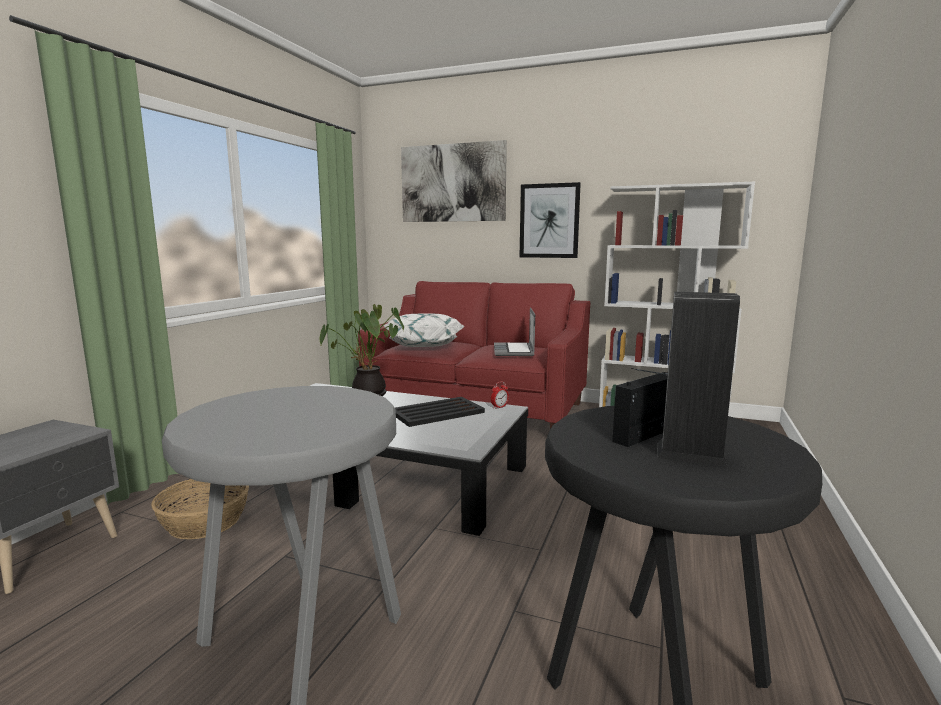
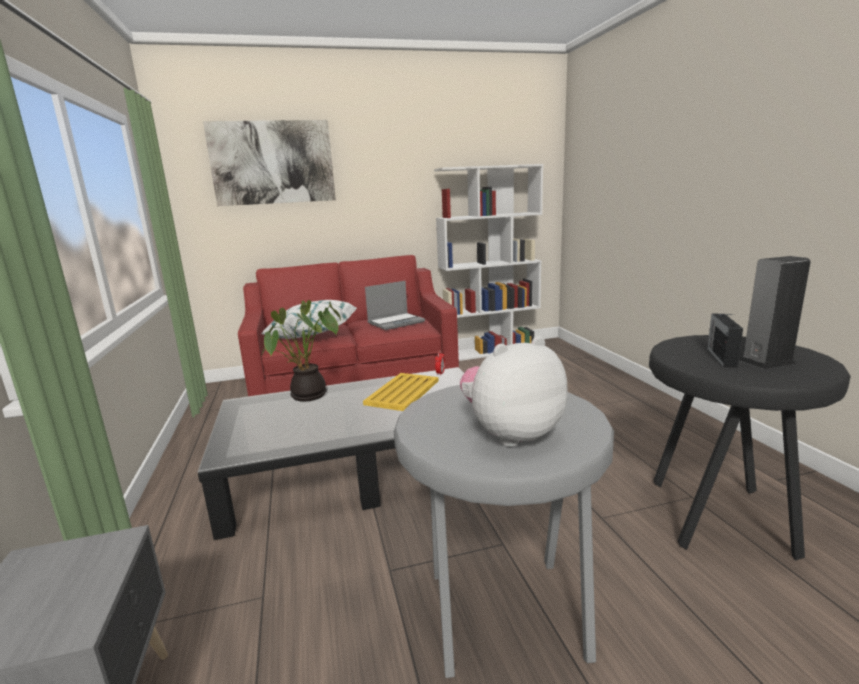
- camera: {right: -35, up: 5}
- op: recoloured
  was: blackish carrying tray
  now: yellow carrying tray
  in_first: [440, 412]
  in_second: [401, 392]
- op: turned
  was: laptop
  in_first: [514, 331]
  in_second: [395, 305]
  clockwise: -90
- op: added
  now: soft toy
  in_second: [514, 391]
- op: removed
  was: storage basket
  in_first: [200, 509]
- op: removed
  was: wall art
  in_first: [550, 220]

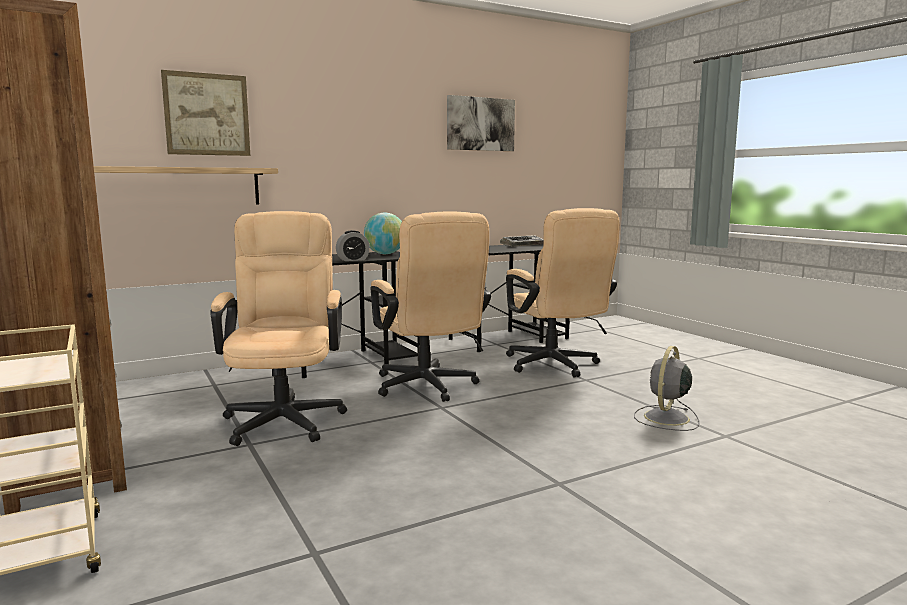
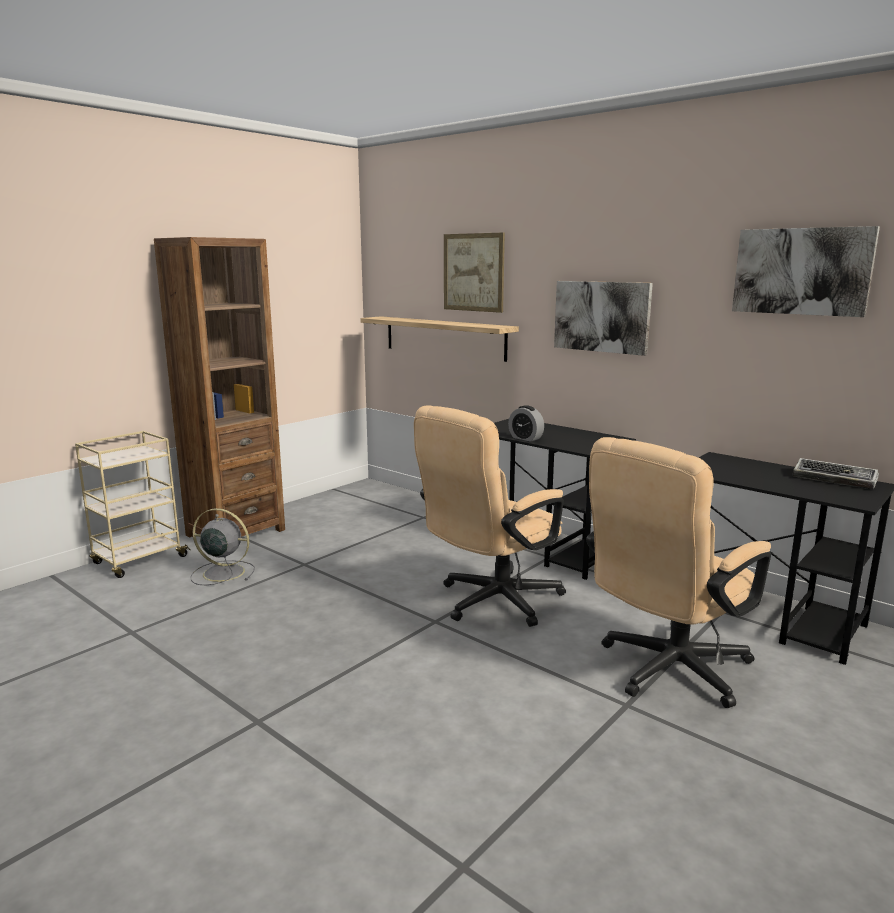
- camera: {right: 70, up: 5}
- op: moved
  was: grey fan
  in_first: [666, 388]
  in_second: [222, 546]
- op: added
  now: wall art
  in_second: [603, 318]
- op: removed
  was: sand-coloured computer chair
  in_first: [278, 328]
- op: removed
  was: desk globe
  in_first: [383, 233]

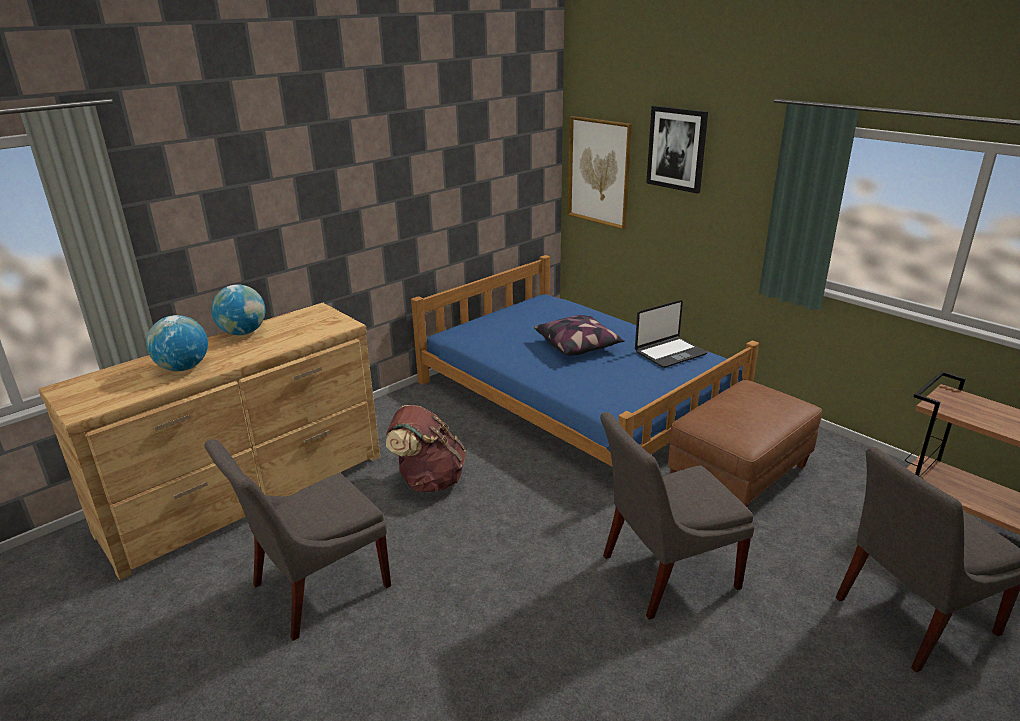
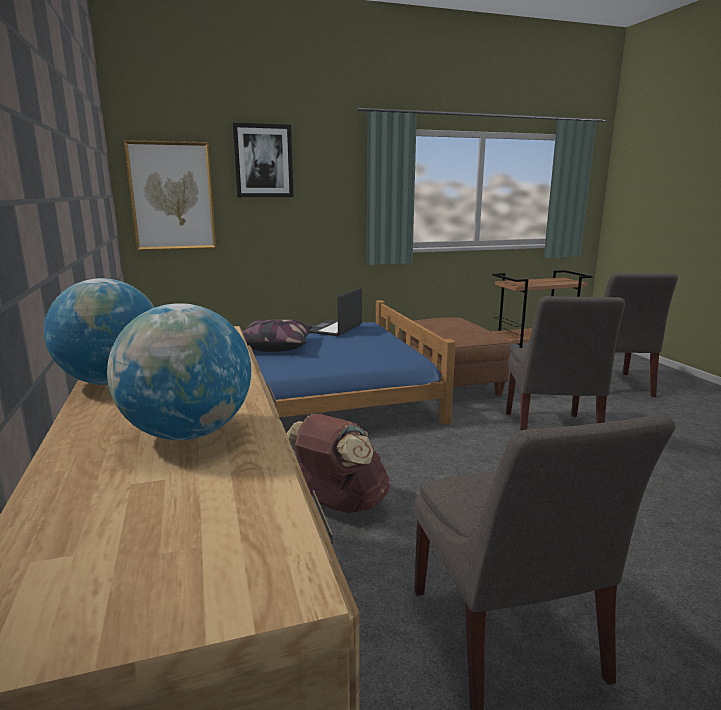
- camera: {right: -65, up: -10}
- op: turned
  was: laptop
  in_first: [671, 334]
  in_second: [335, 312]
  clockwise: -150

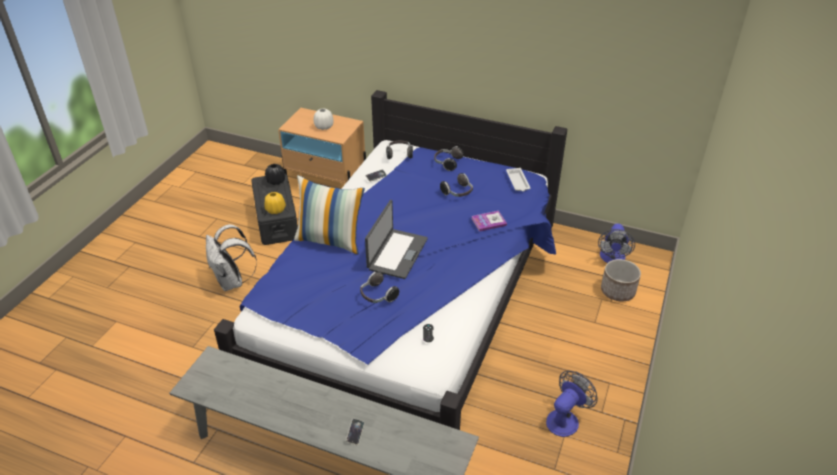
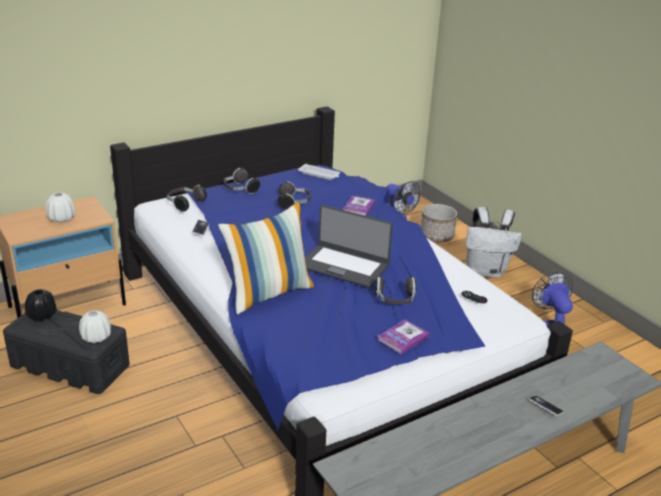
- camera: {right: -55, up: -10}
- op: recoloured
  was: yellow flower vase
  now: white-coloured flower vase
  in_first: [275, 203]
  in_second: [95, 326]
- op: turned
  was: laptop
  in_first: [396, 239]
  in_second: [349, 246]
  clockwise: 150
- op: added
  now: bound book
  in_second: [403, 337]
- op: moved
  was: white-coloured knapsack
  in_first: [231, 257]
  in_second: [494, 242]

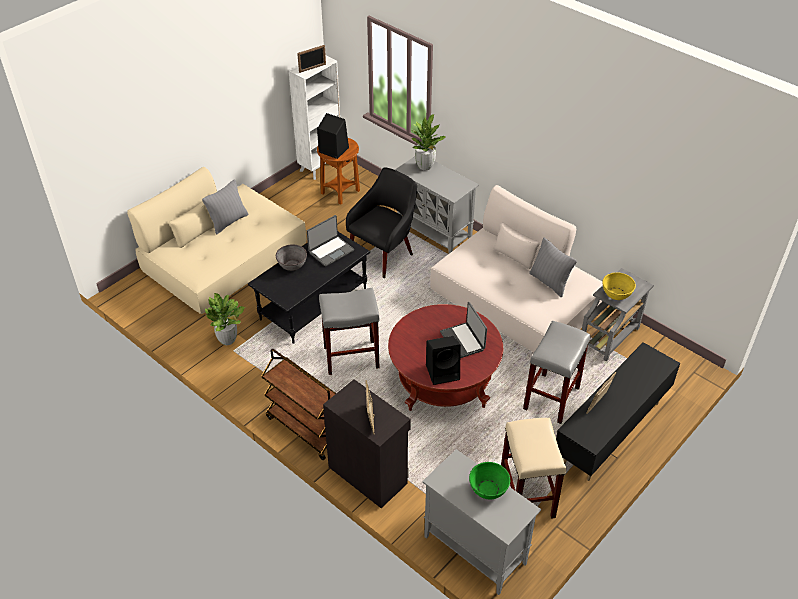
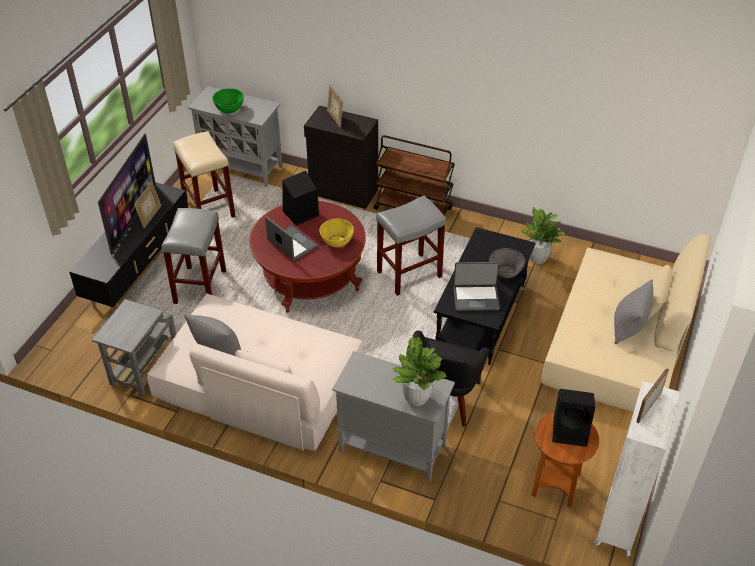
- camera: {right: 160, up: 0}
- op: added
  now: TV
  in_second: [127, 194]
- op: moved
  was: yellow bowl
  in_first: [619, 286]
  in_second: [336, 233]
- op: turned
  was: laptop
  in_first: [330, 241]
  in_second: [477, 286]
  clockwise: -120

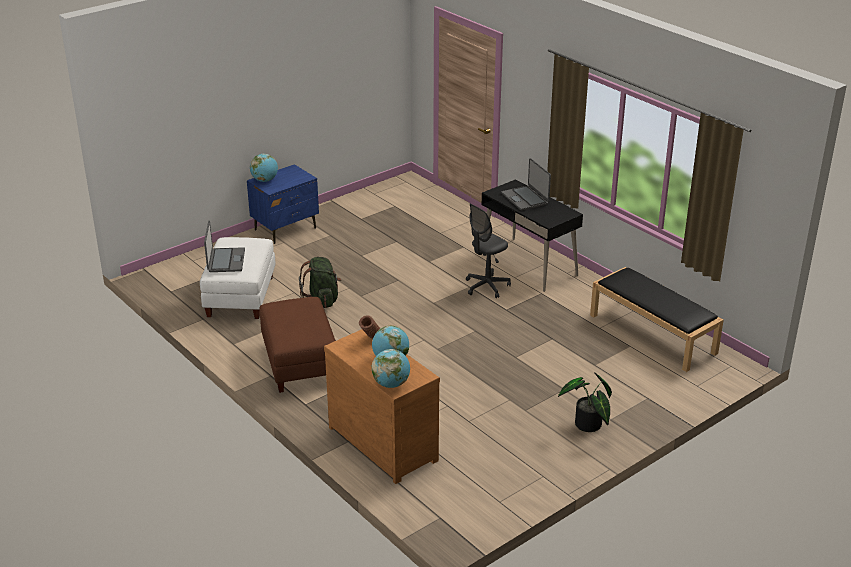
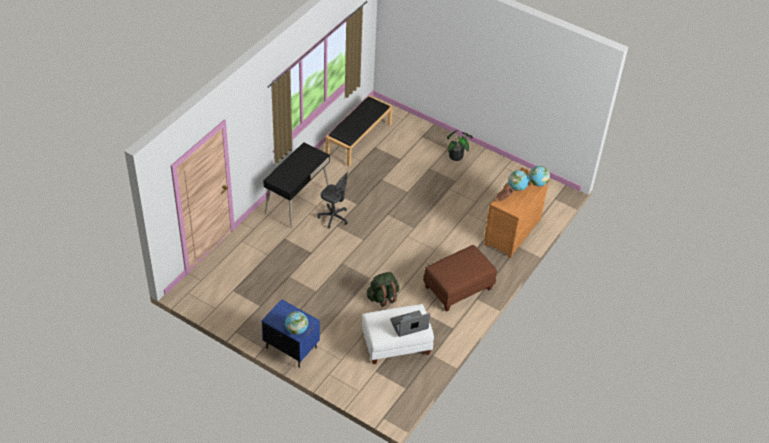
- camera: {right: -110, up: 15}
- op: removed
  was: laptop
  in_first: [526, 184]

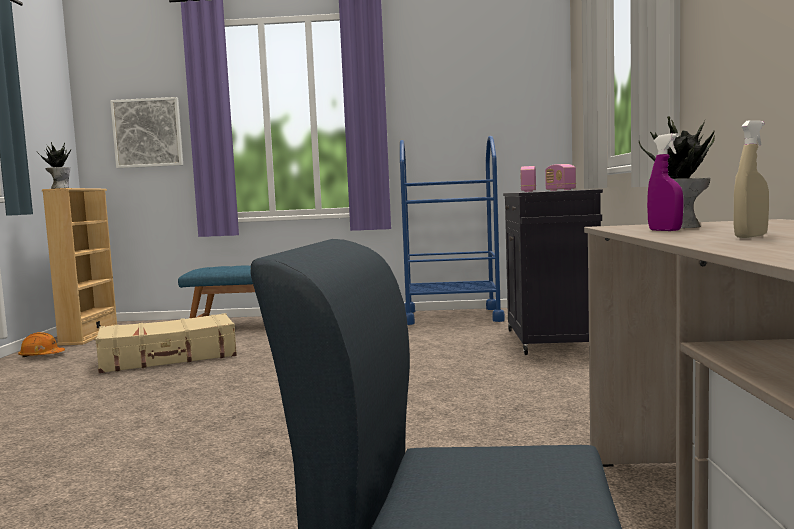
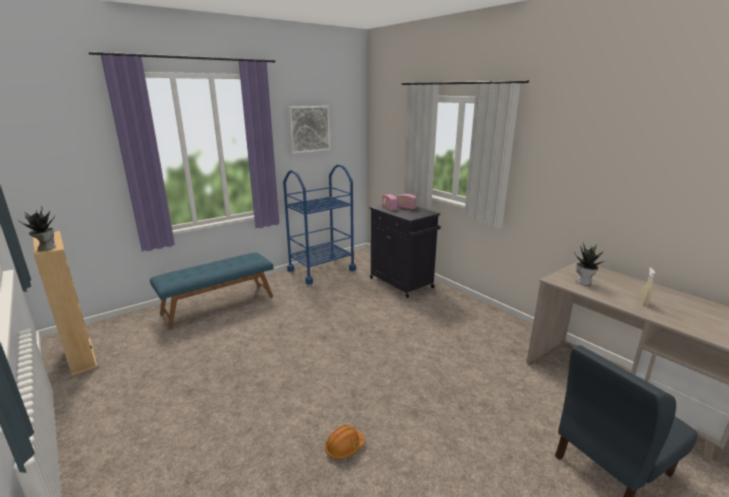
- camera: {right: -40, up: 15}
- op: moved
  was: wall art
  in_first: [146, 132]
  in_second: [309, 130]
- op: moved
  was: orangey safety helmet
  in_first: [41, 344]
  in_second: [345, 442]
- op: removed
  was: sand-coloured suitcase
  in_first: [166, 343]
- op: removed
  was: purplish hand sprayer
  in_first: [665, 182]

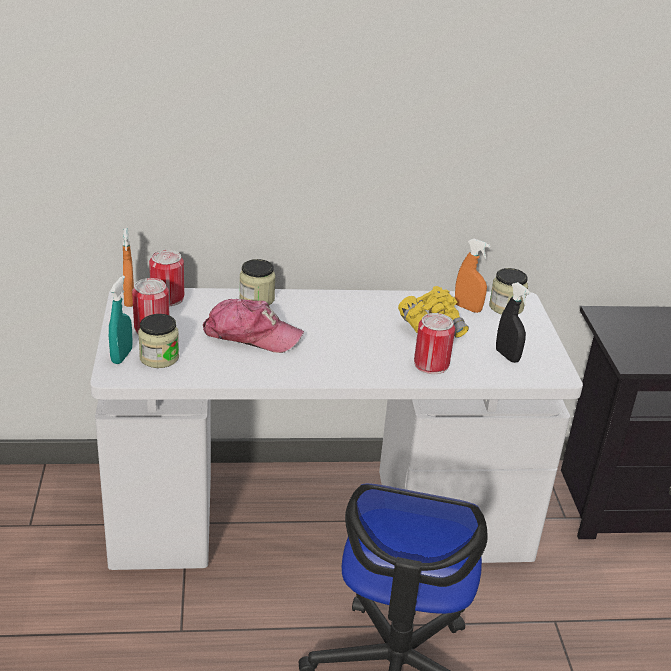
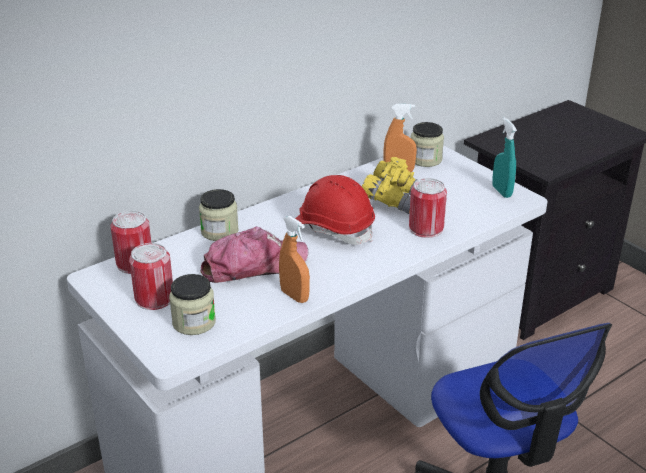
- camera: {right: -30, up: 0}
- op: moved
  was: orangey hand sprayer
  in_first: [128, 267]
  in_second: [294, 259]
- op: added
  now: red-coloured safety helmet
  in_second: [335, 210]
- op: moved
  was: blue-green hand sprayer
  in_first: [120, 320]
  in_second: [504, 158]
- op: removed
  was: blackish hand sprayer
  in_first: [513, 322]

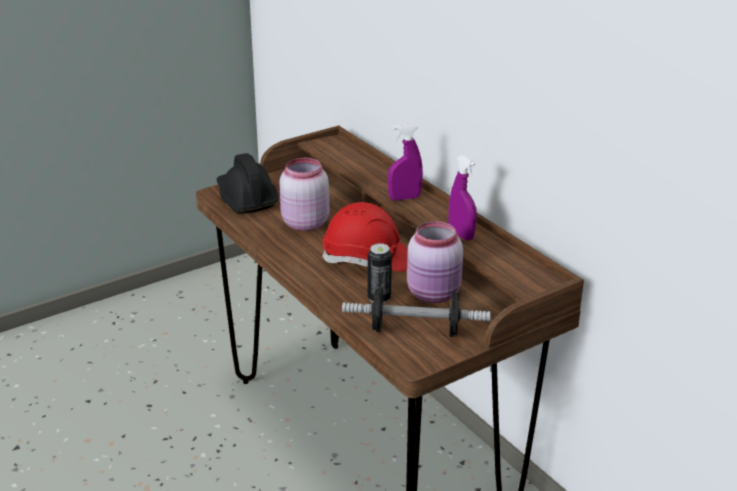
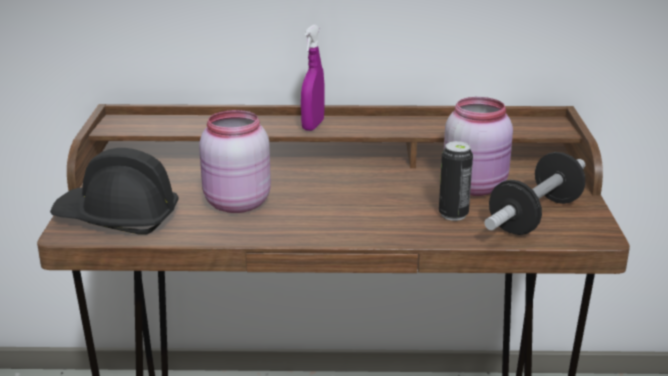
- camera: {right: -55, up: -5}
- op: removed
  was: red-coloured safety helmet
  in_first: [365, 237]
- op: removed
  was: purplish hand sprayer
  in_first: [463, 197]

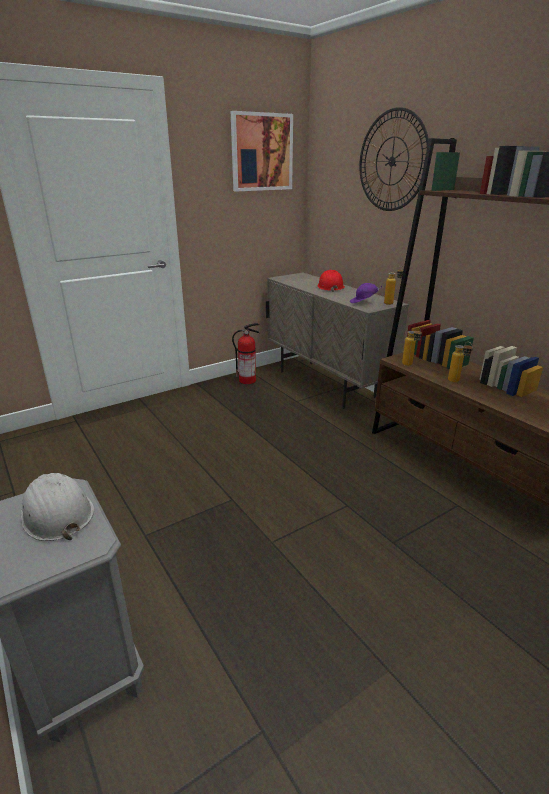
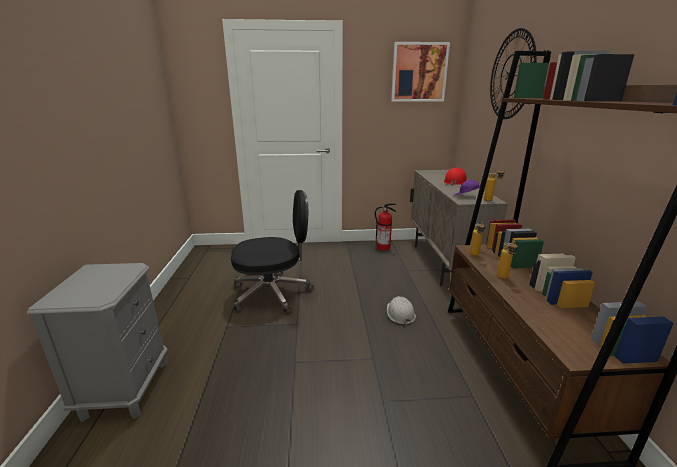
- camera: {right: 30, up: -5}
- op: added
  now: blackish computer chair
  in_second: [272, 252]
- op: moved
  was: white-coloured safety helmet
  in_first: [57, 507]
  in_second: [401, 311]

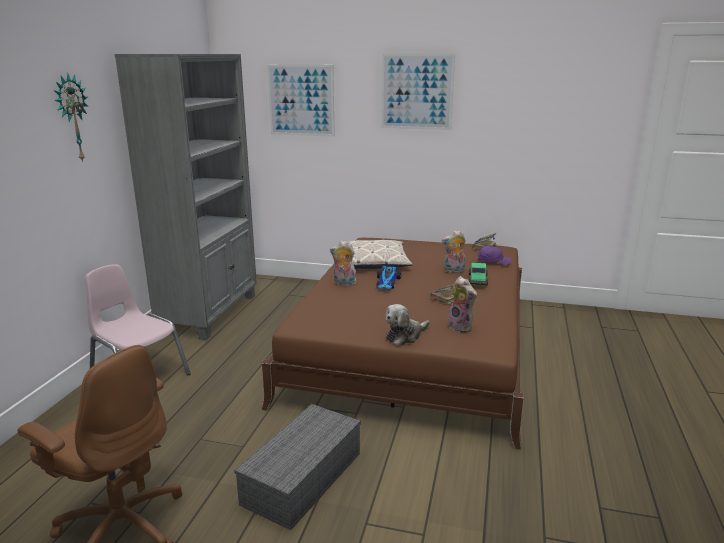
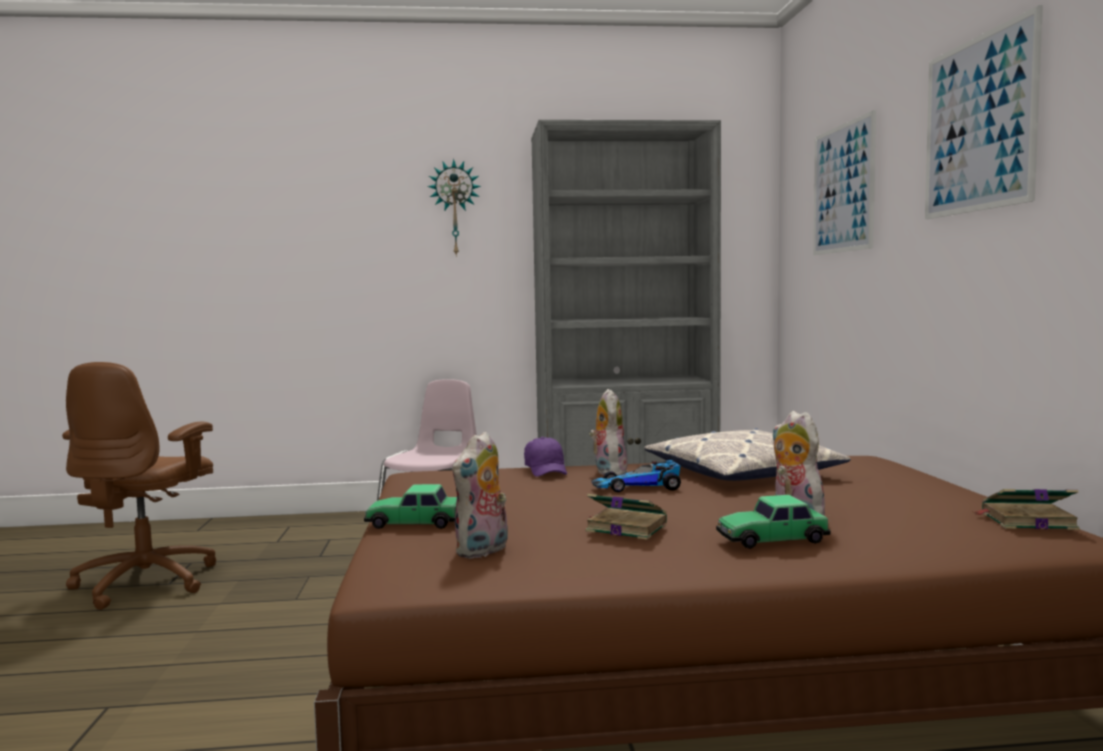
- camera: {right: 70, up: -15}
- op: replaced
  was: soft toy
  now: miniature car
  in_first: [407, 325]
  in_second: [410, 506]
- op: moved
  was: purplish cap
  in_first: [494, 255]
  in_second: [545, 457]
- op: removed
  was: grey storage container
  in_first: [297, 467]

